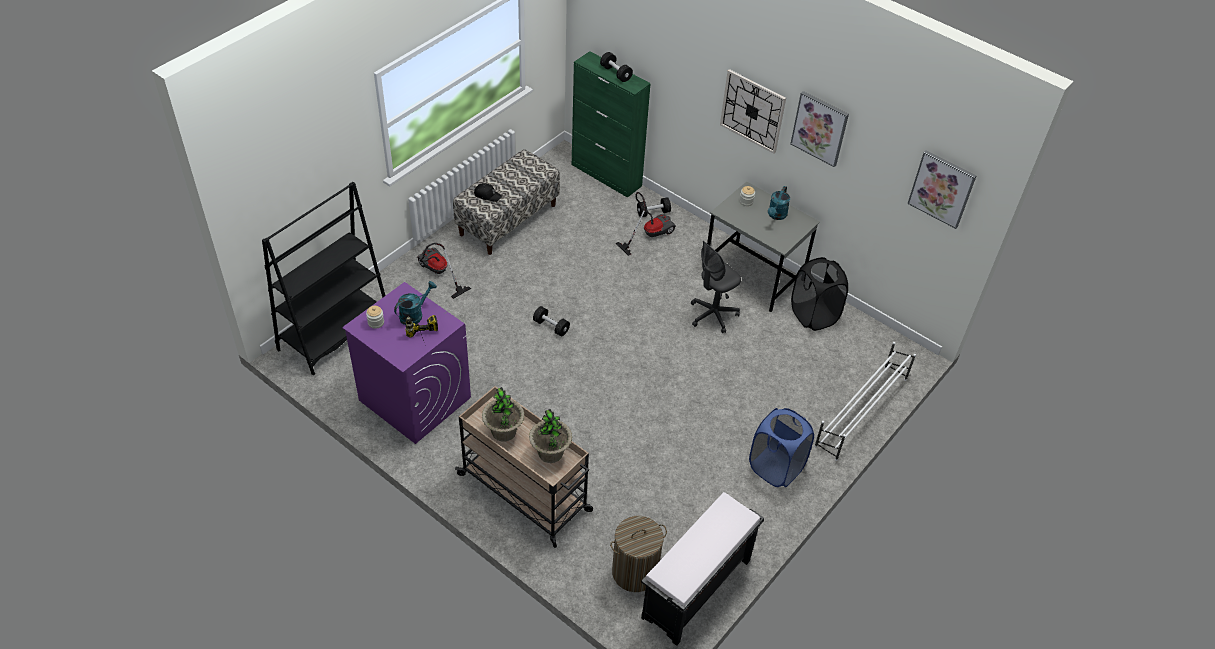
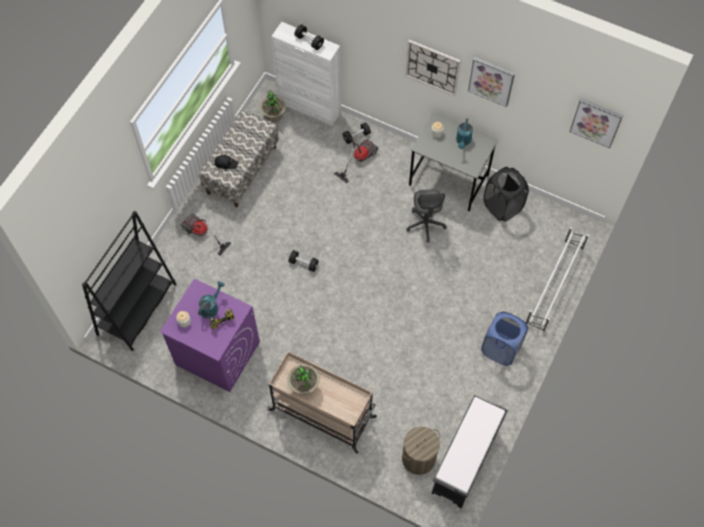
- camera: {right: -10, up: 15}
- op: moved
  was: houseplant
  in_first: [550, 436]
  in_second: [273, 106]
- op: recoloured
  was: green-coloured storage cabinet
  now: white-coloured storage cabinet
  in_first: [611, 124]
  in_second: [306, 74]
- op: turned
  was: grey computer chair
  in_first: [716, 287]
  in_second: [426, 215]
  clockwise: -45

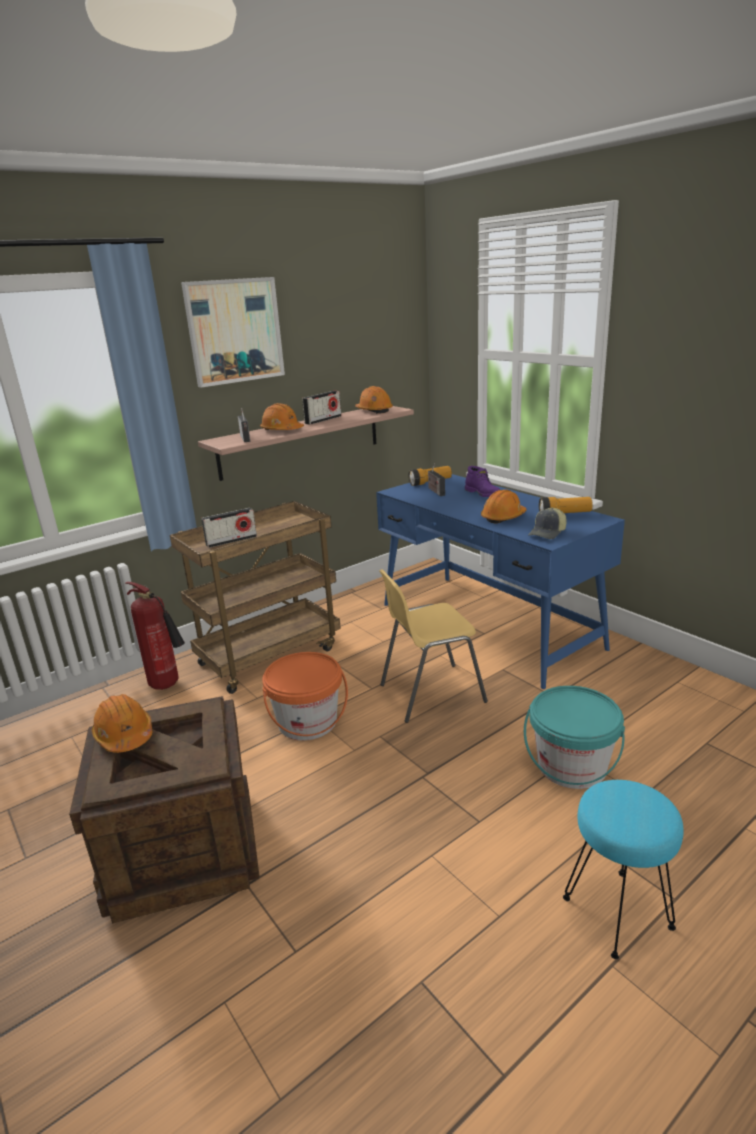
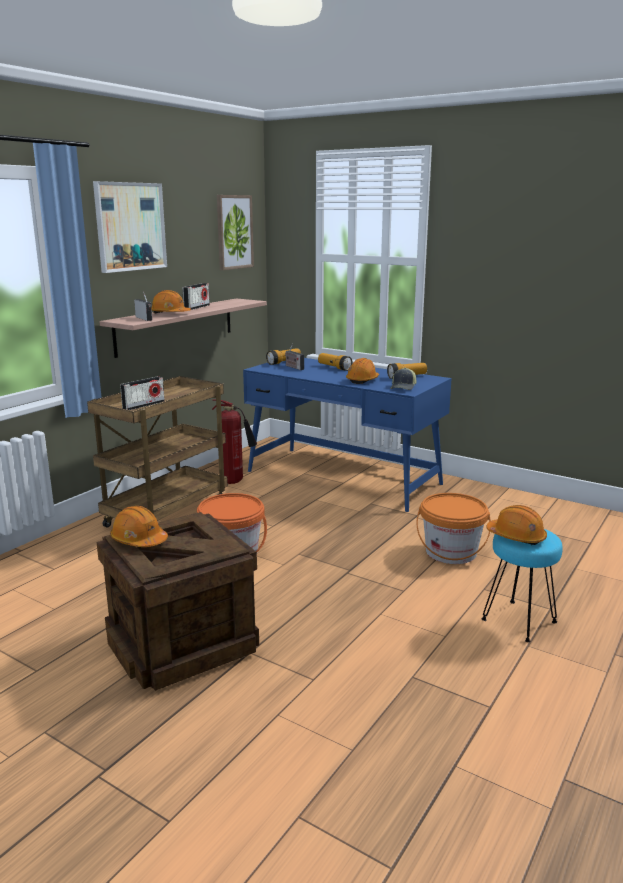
- camera: {right: -20, up: -5}
- op: moved
  was: extinguisher
  in_first: [155, 636]
  in_second: [234, 441]
- op: added
  now: wall art
  in_second: [235, 232]
- op: replaced
  was: purplish tall boot
  now: flashlight
  in_first: [482, 481]
  in_second: [335, 362]
- op: recoloured
  was: blue-green pail
  now: orangey pail
  in_first: [574, 737]
  in_second: [454, 528]
- op: moved
  was: orangey safety helmet
  in_first: [374, 400]
  in_second: [516, 525]
- op: removed
  was: yellow plain chair
  in_first: [433, 646]

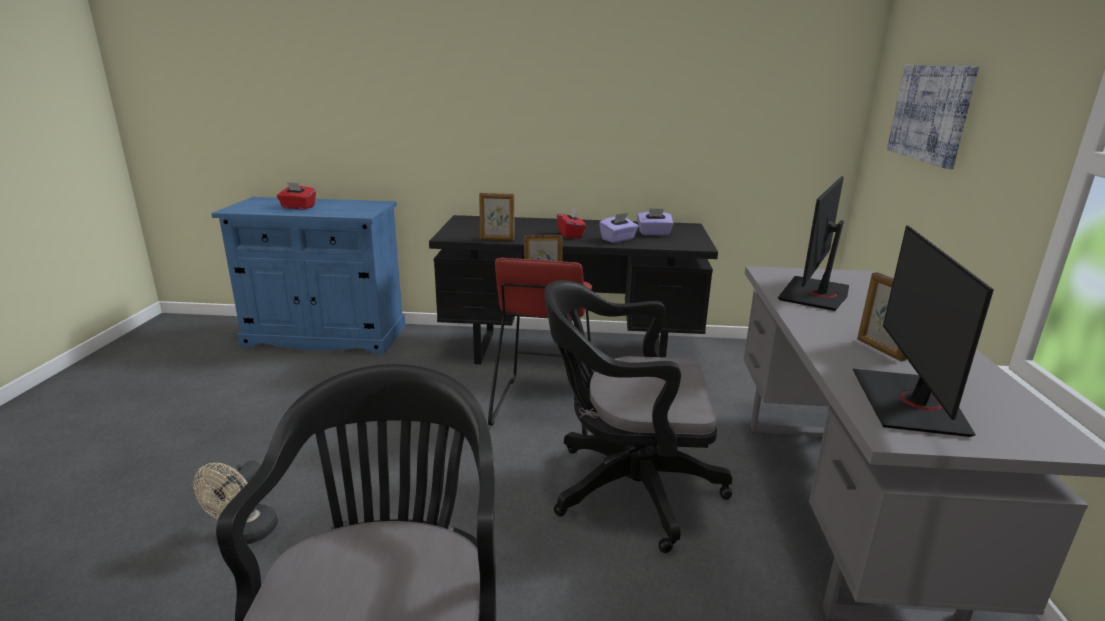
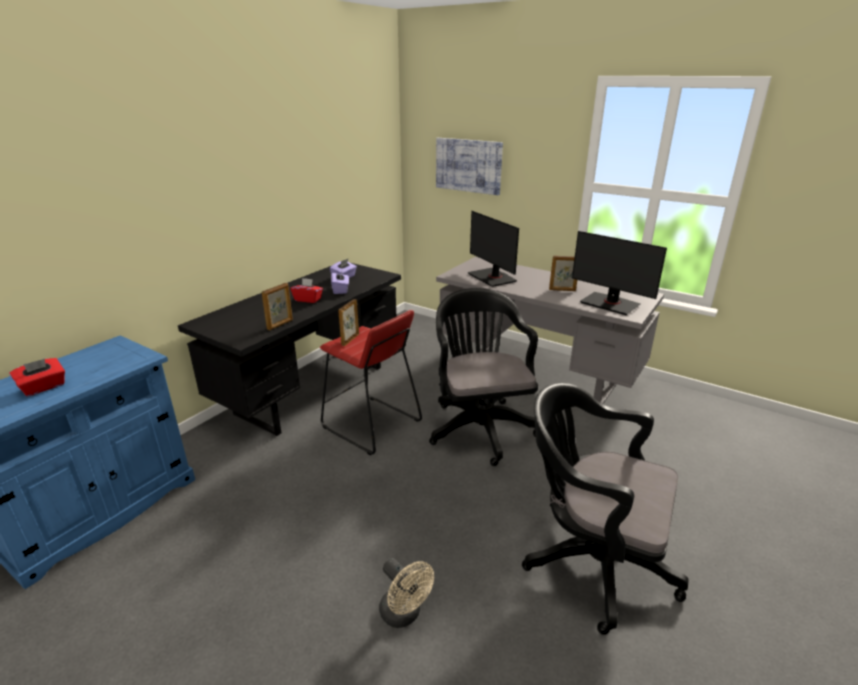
- camera: {right: -60, up: 5}
- op: turned
  was: blackish computer chair
  in_first: [638, 416]
  in_second: [483, 377]
  clockwise: 135

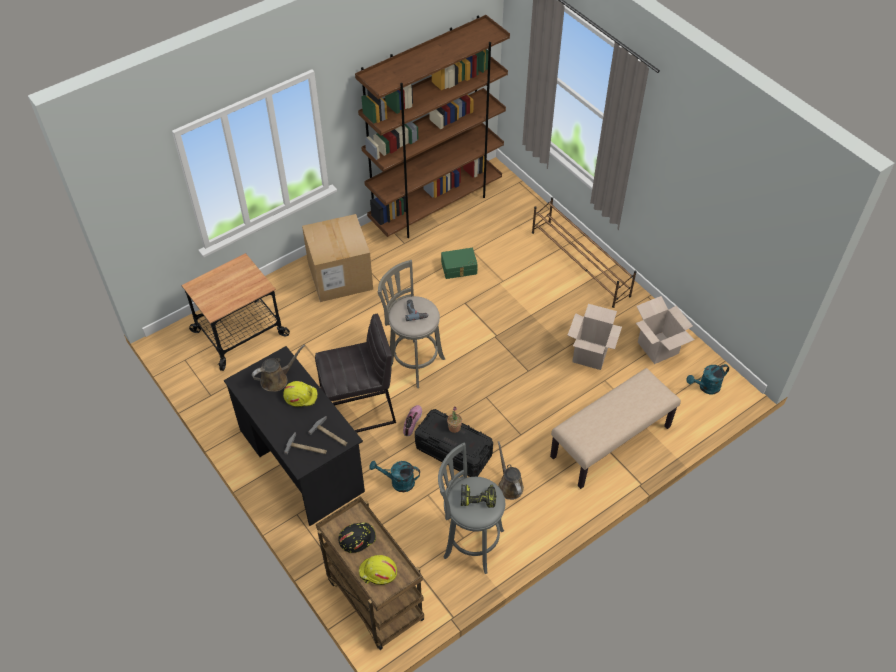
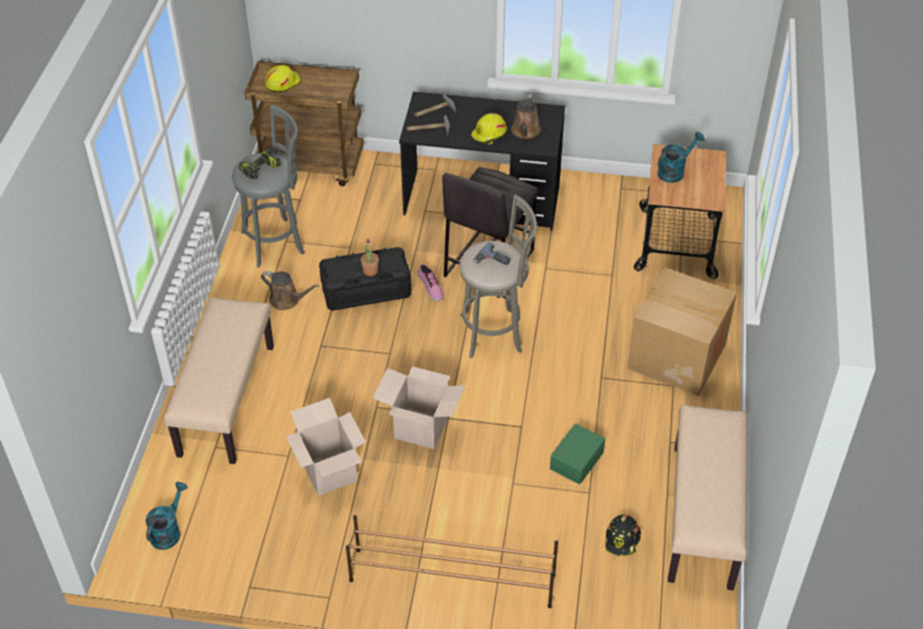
- camera: {right: 135, up: -5}
- op: moved
  was: carton
  in_first: [665, 330]
  in_second: [419, 407]
- op: moved
  was: blackish safety helmet
  in_first: [357, 537]
  in_second: [623, 535]
- op: moved
  was: blue-green watering can
  in_first: [394, 476]
  in_second: [681, 157]
- op: replaced
  was: brown bookshelf
  now: sand-coloured long seat
  in_first: [432, 126]
  in_second: [708, 497]

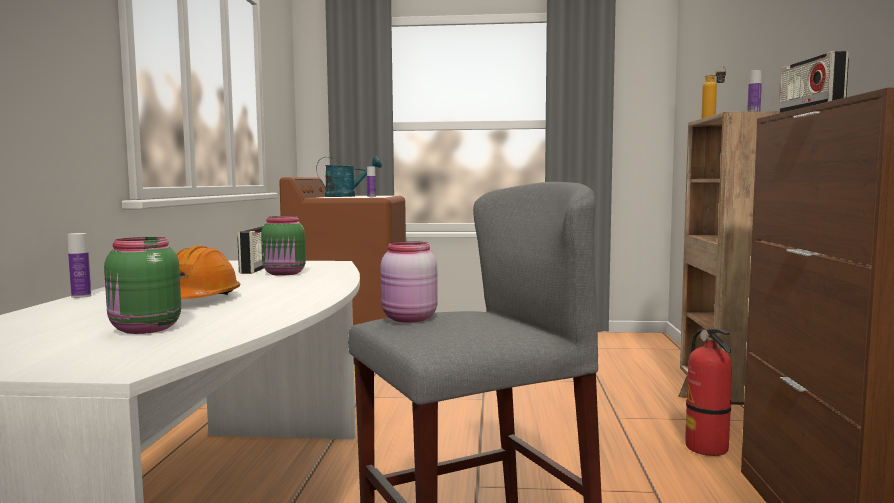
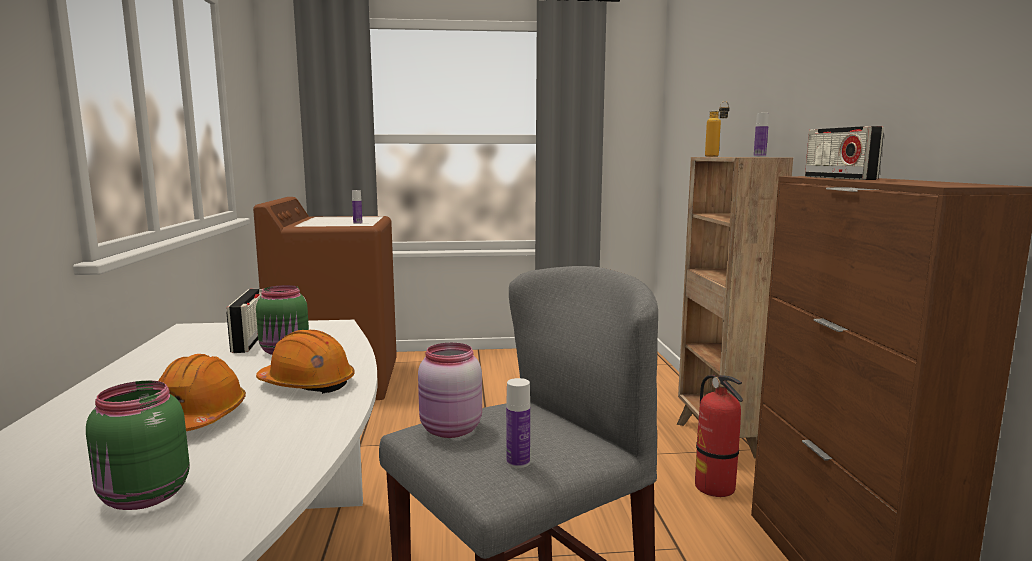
- camera: {right: -10, up: 5}
- op: added
  now: orangey safety helmet
  in_second: [305, 362]
- op: moved
  was: drink bottle
  in_first: [79, 265]
  in_second: [518, 423]
- op: removed
  was: blue-green watering can
  in_first: [349, 176]

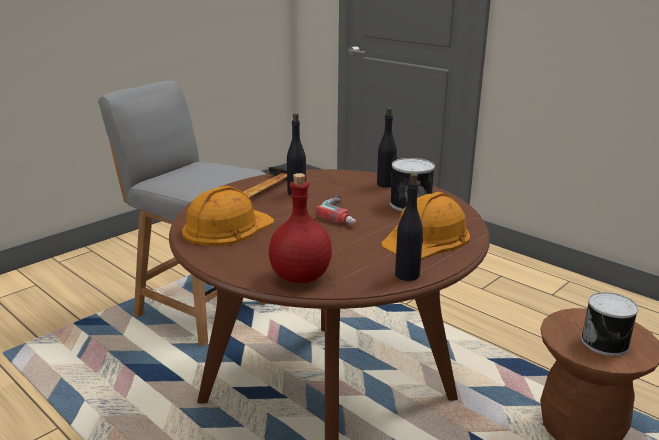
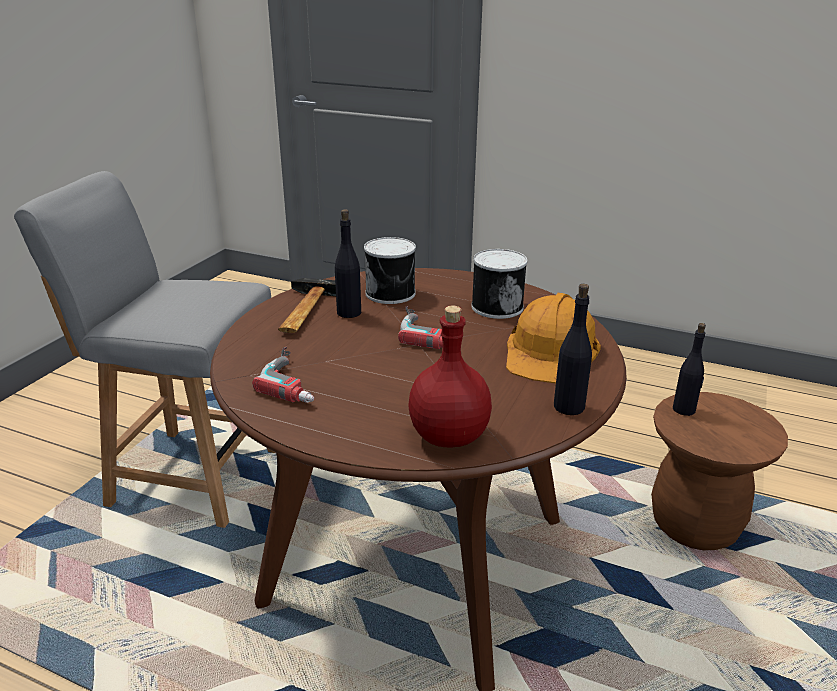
- camera: {right: -20, up: 5}
- op: replaced
  was: orangey safety helmet
  now: power drill
  in_first: [228, 216]
  in_second: [283, 375]
- op: moved
  was: can
  in_first: [609, 324]
  in_second: [390, 270]
- op: moved
  was: blackish drink bottle
  in_first: [387, 148]
  in_second: [689, 369]

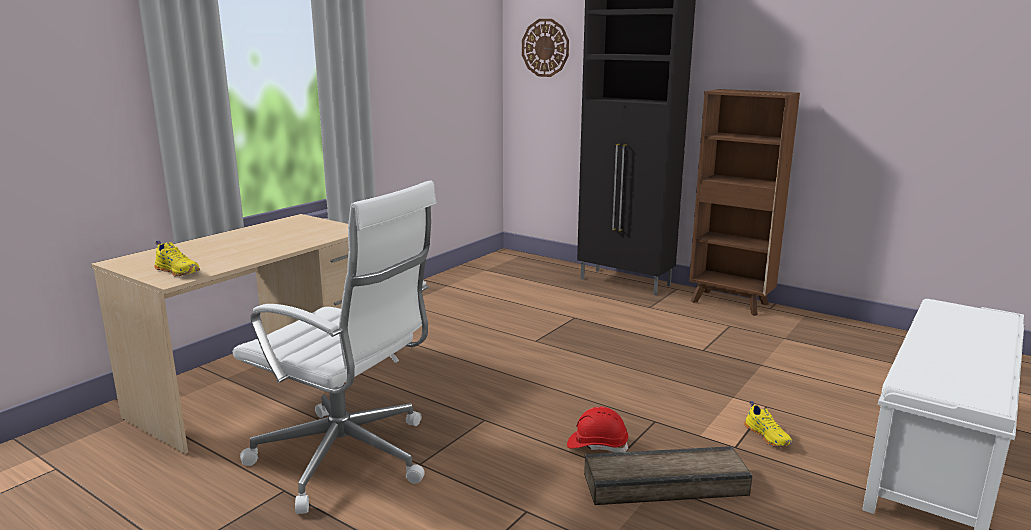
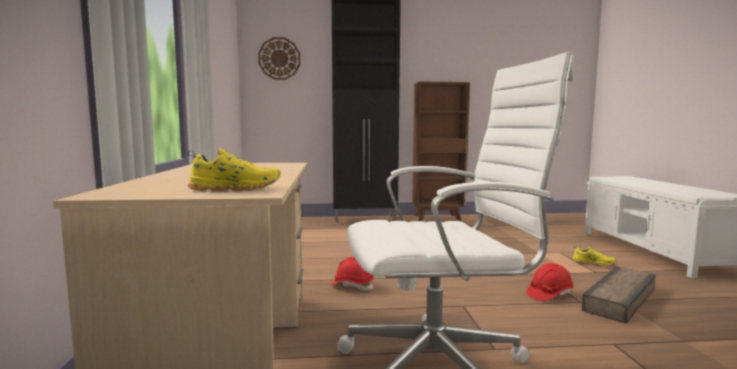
- camera: {right: -40, up: -10}
- op: added
  now: red-coloured safety helmet
  in_second: [352, 274]

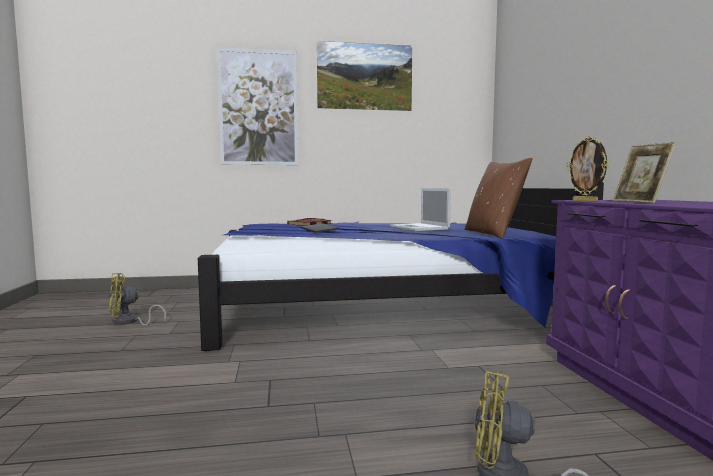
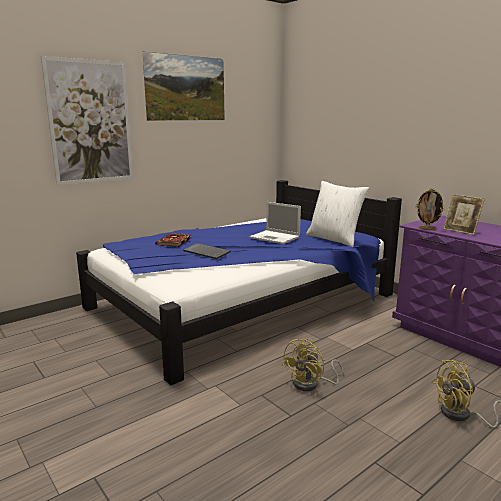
- camera: {right: -30, up: 10}
- op: moved
  was: yellow fan
  in_first: [137, 299]
  in_second: [312, 364]
- op: recoloured
  was: brown pillow
  now: white-coloured pillow
  in_first: [498, 198]
  in_second: [337, 214]

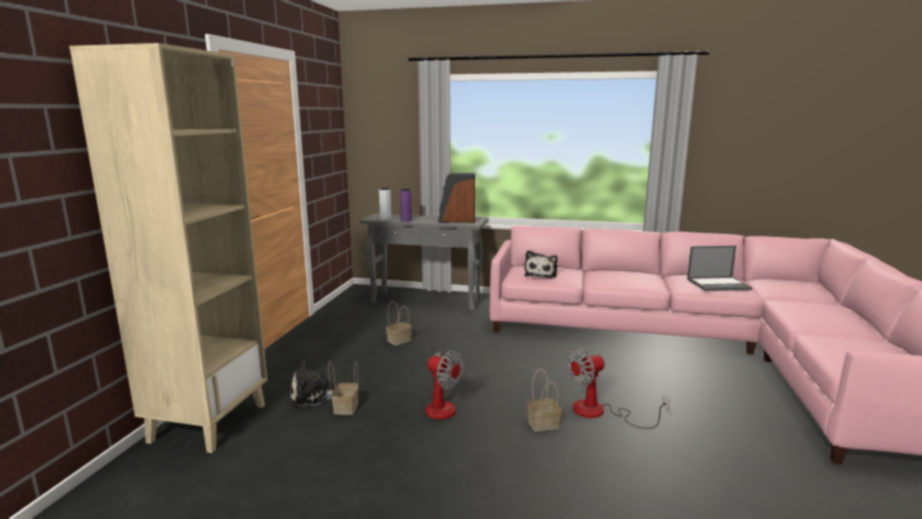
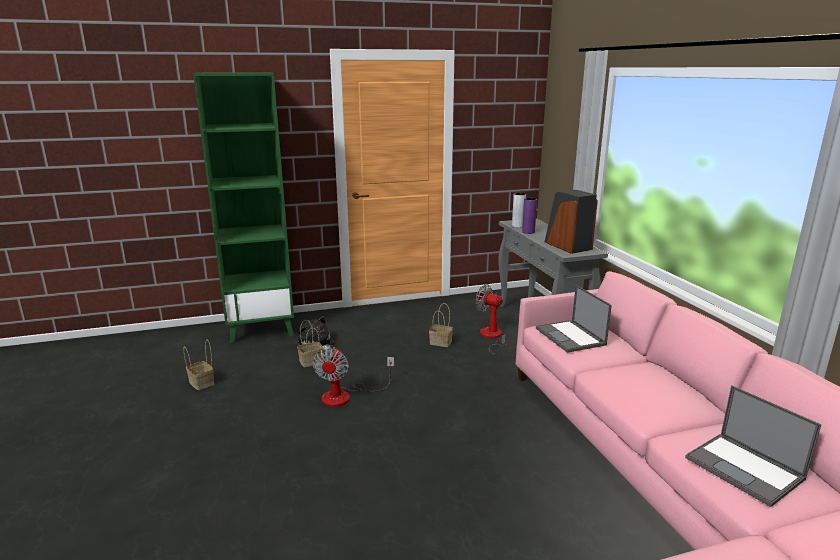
- camera: {right: 60, up: 5}
- op: moved
  was: storage basket
  in_first: [544, 400]
  in_second: [199, 365]
- op: recoloured
  was: sand-coloured bookshelf
  now: green-coloured bookshelf
  in_first: [168, 248]
  in_second: [243, 208]
- op: moved
  was: fan
  in_first: [618, 388]
  in_second: [492, 319]
- op: replaced
  was: soft toy
  now: laptop
  in_first: [541, 264]
  in_second: [574, 319]

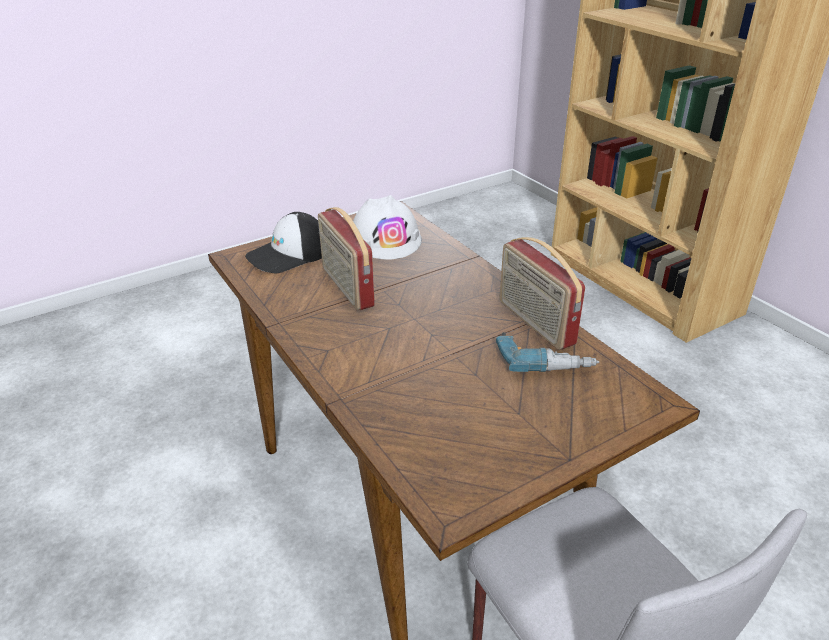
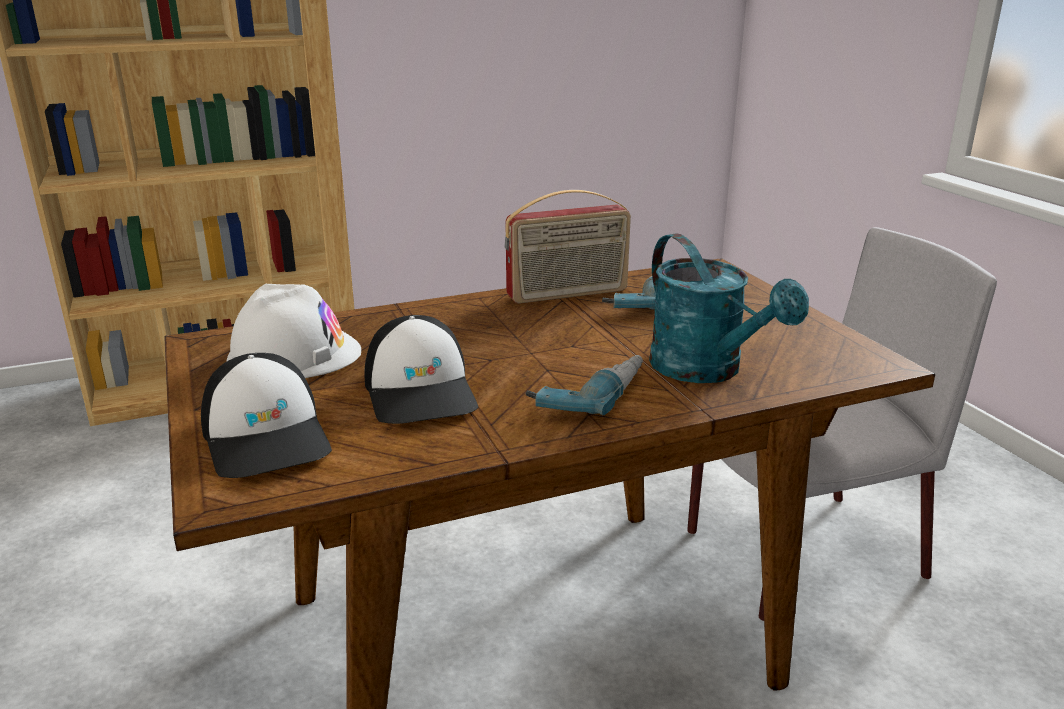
- camera: {right: -80, up: -10}
- op: replaced
  was: radio
  now: cap
  in_first: [346, 258]
  in_second: [421, 369]
- op: added
  now: power drill
  in_second: [584, 385]
- op: added
  now: blue-green watering can
  in_second: [729, 308]

